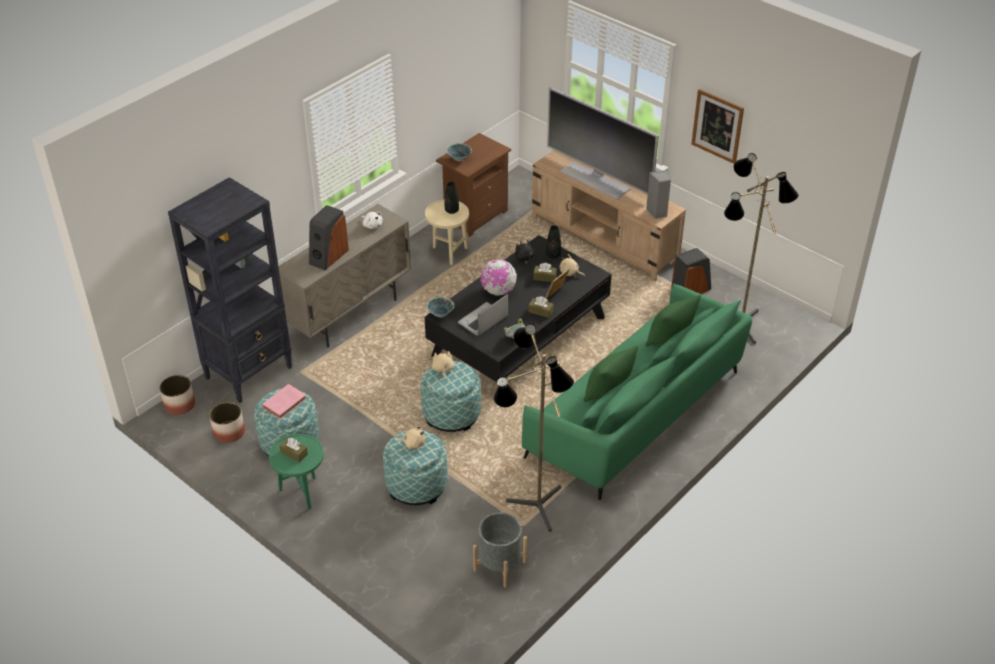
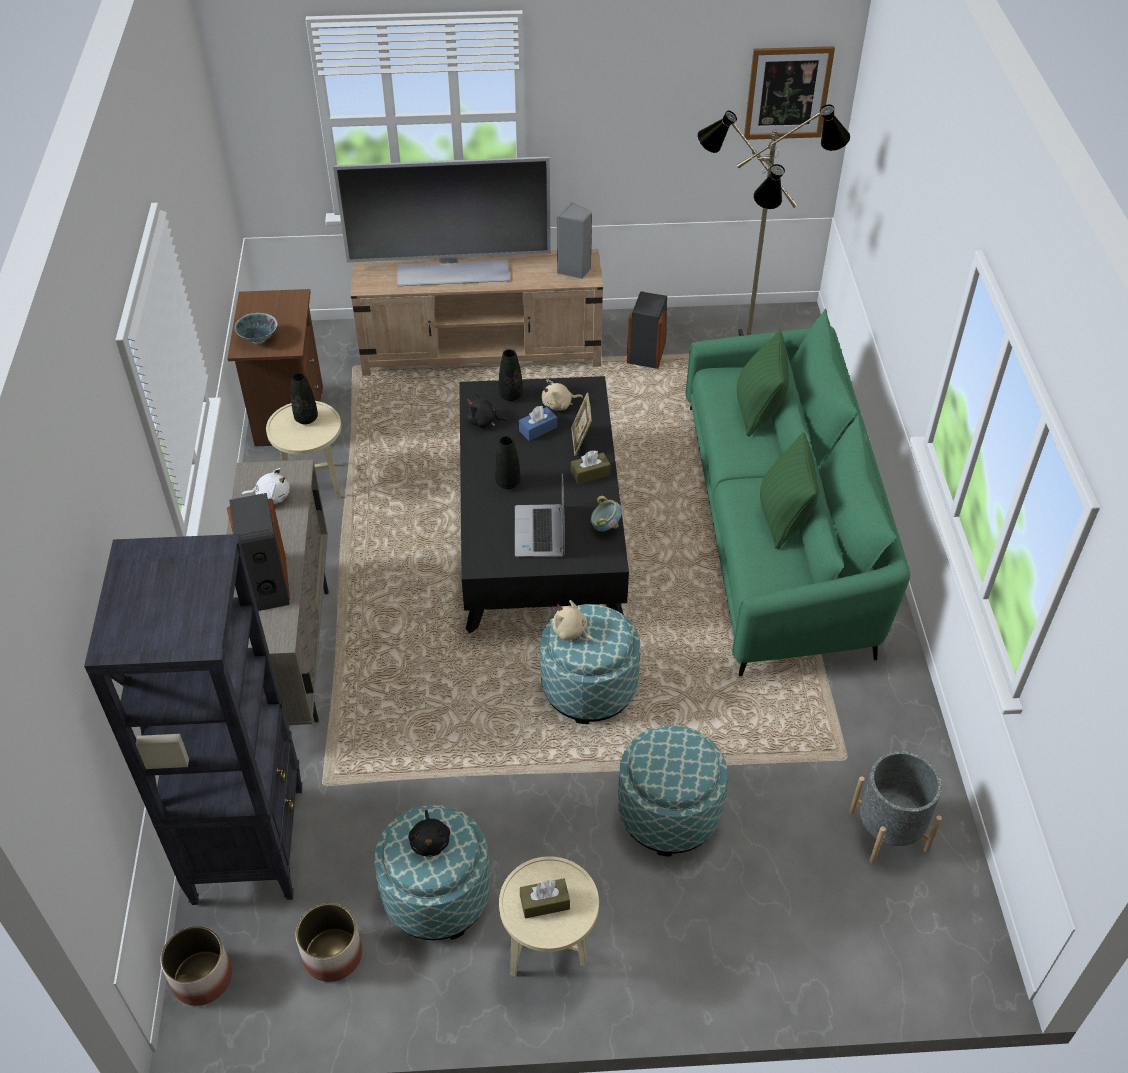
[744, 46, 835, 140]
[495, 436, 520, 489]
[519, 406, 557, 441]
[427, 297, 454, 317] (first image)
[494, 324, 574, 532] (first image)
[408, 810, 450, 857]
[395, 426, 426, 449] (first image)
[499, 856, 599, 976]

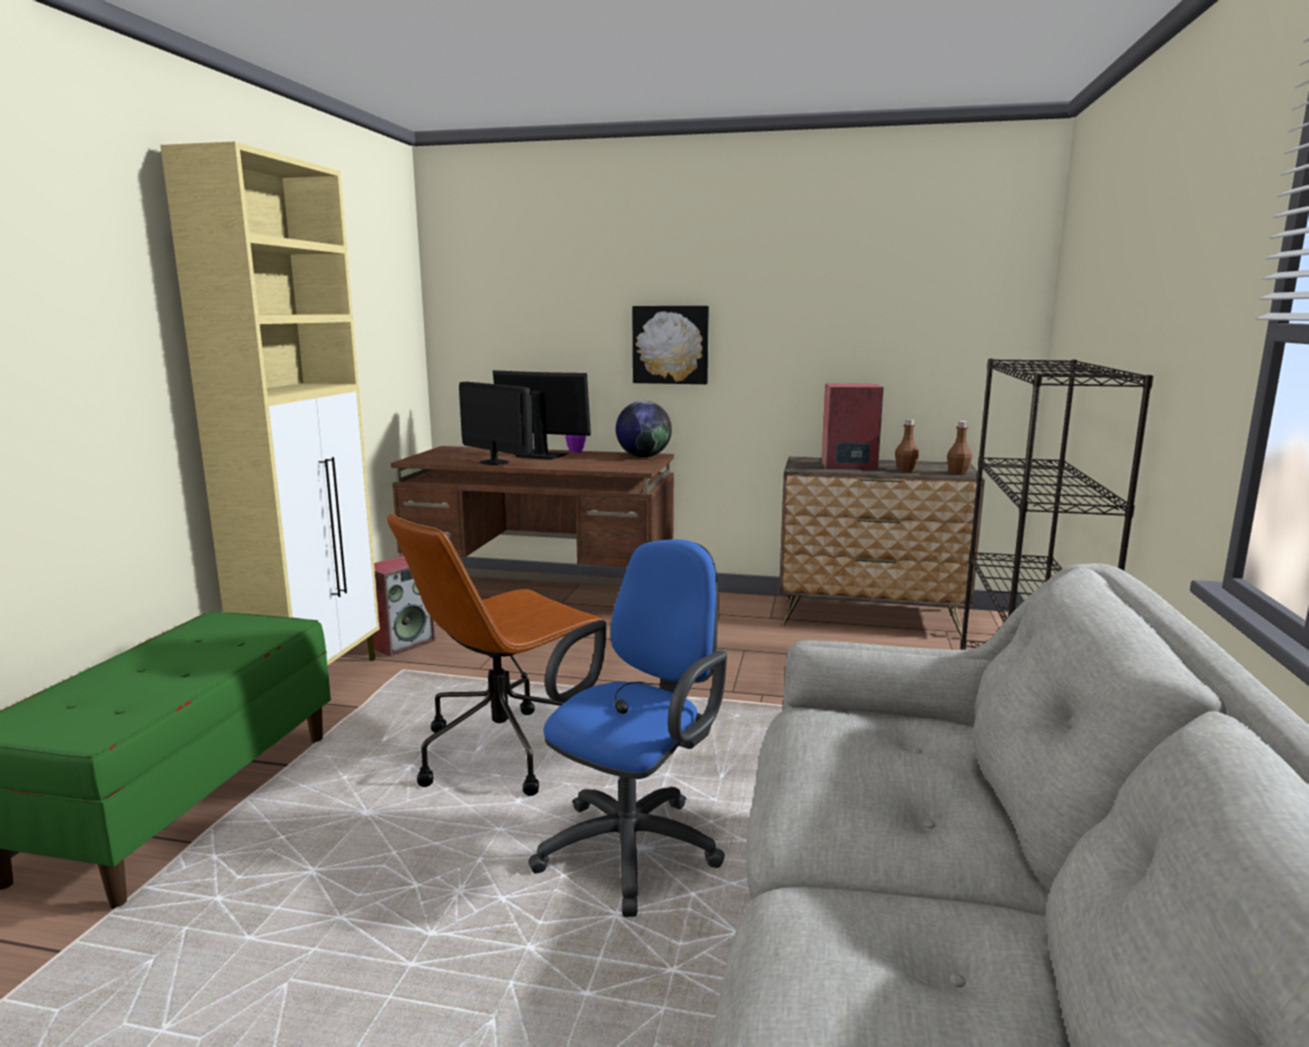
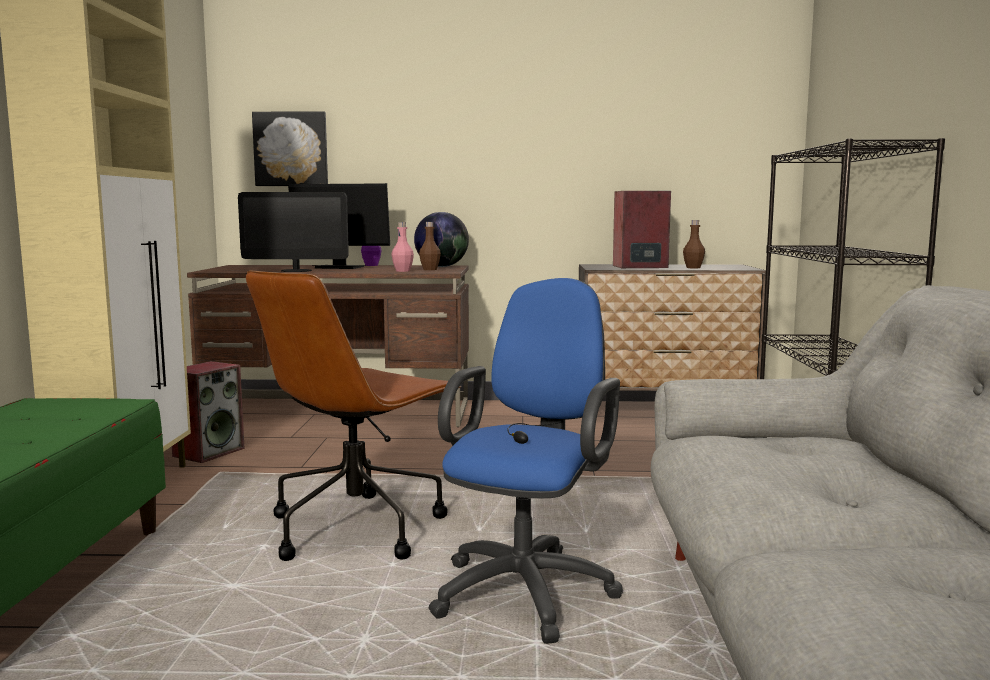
[252, 111, 328, 186]
[238, 192, 349, 272]
[419, 222, 441, 270]
[391, 222, 414, 272]

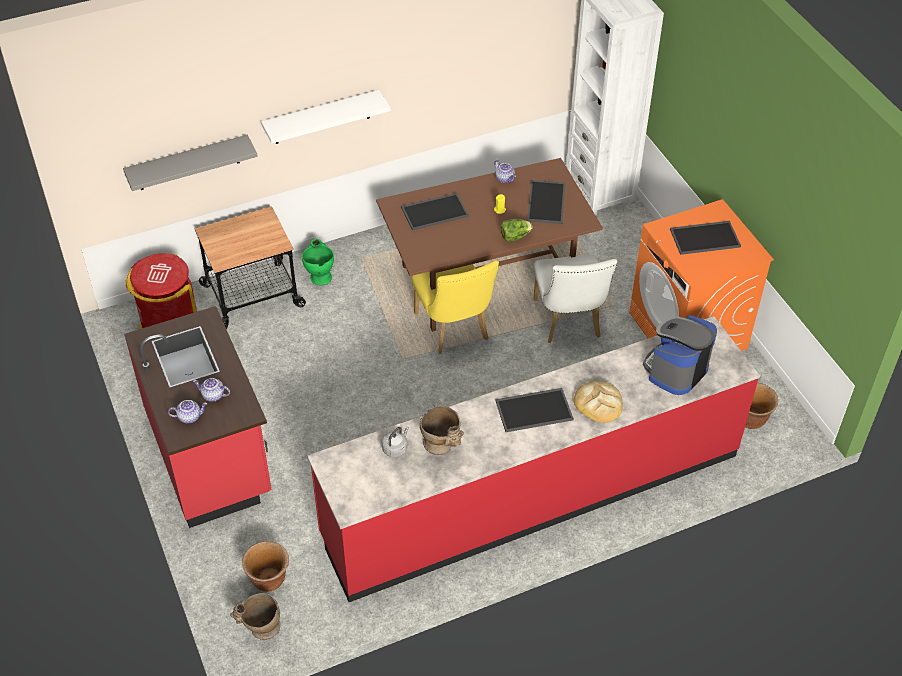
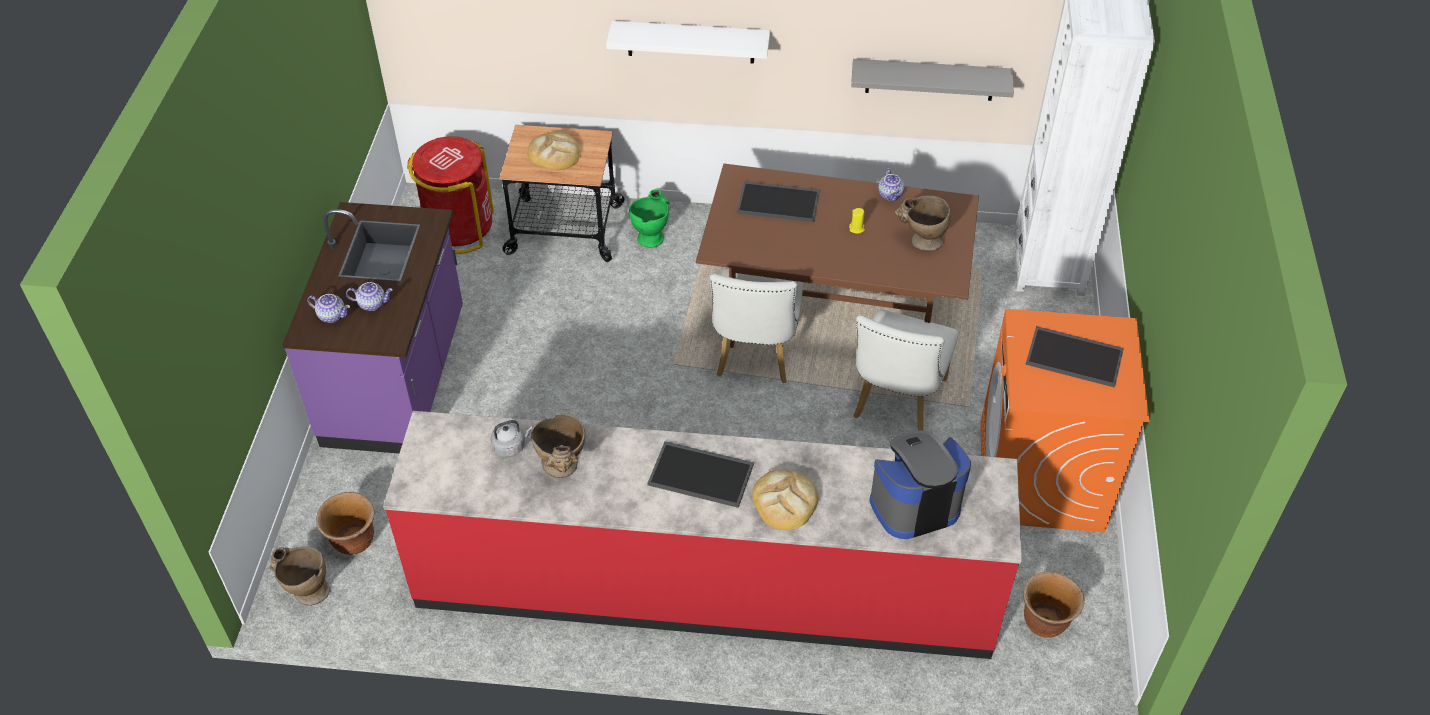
[851, 59, 1014, 101]
[894, 196, 951, 251]
[501, 219, 533, 242] (first image)
[710, 268, 803, 383]
[282, 202, 463, 454]
[346, 282, 393, 311]
[527, 132, 580, 170]

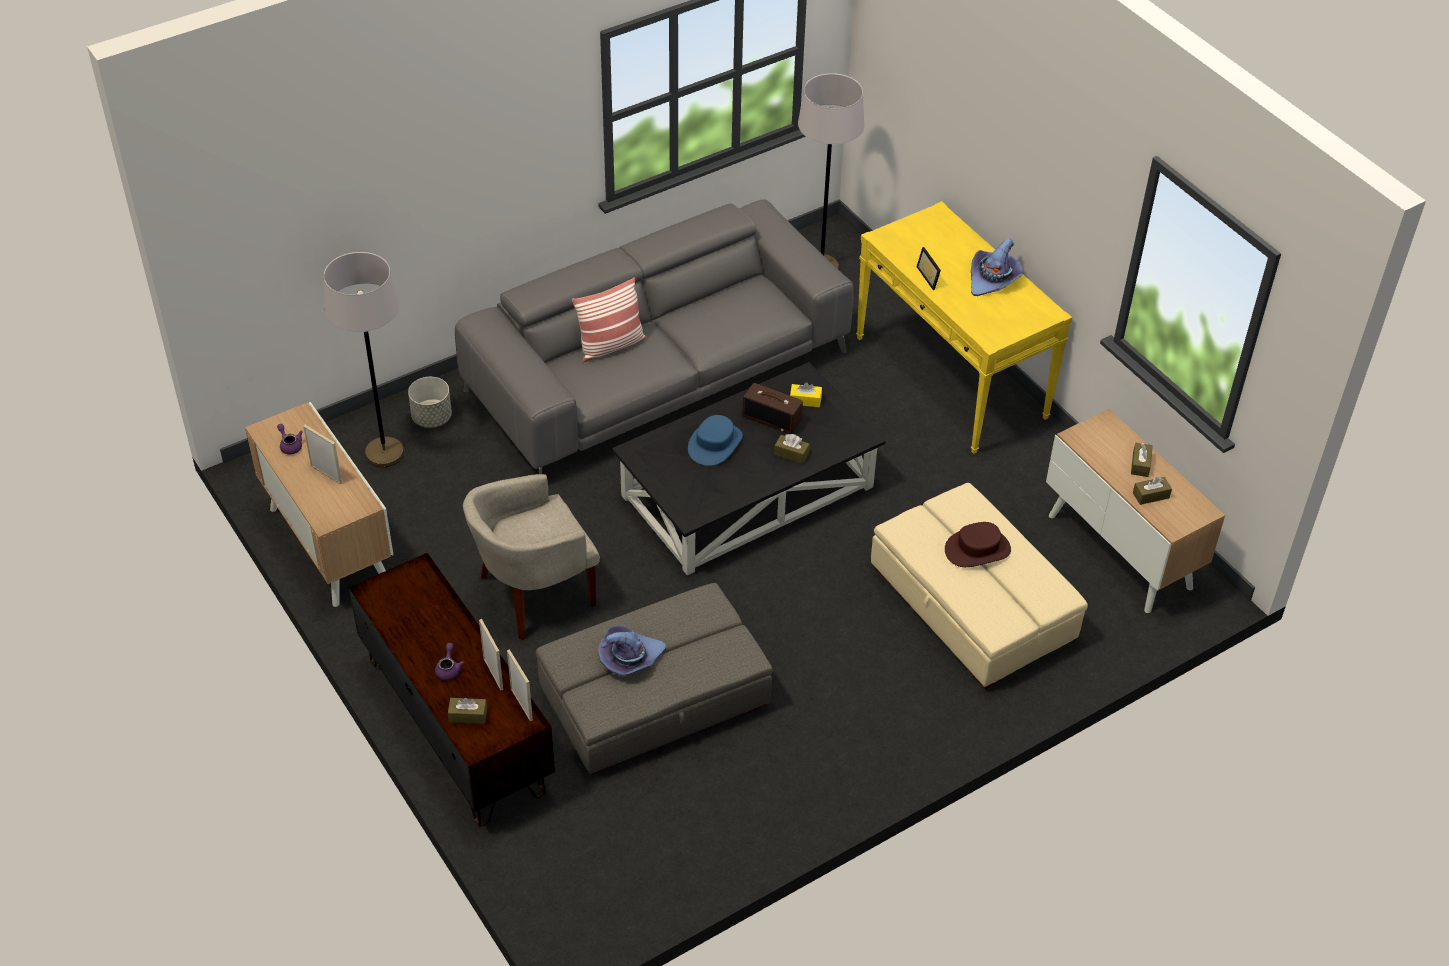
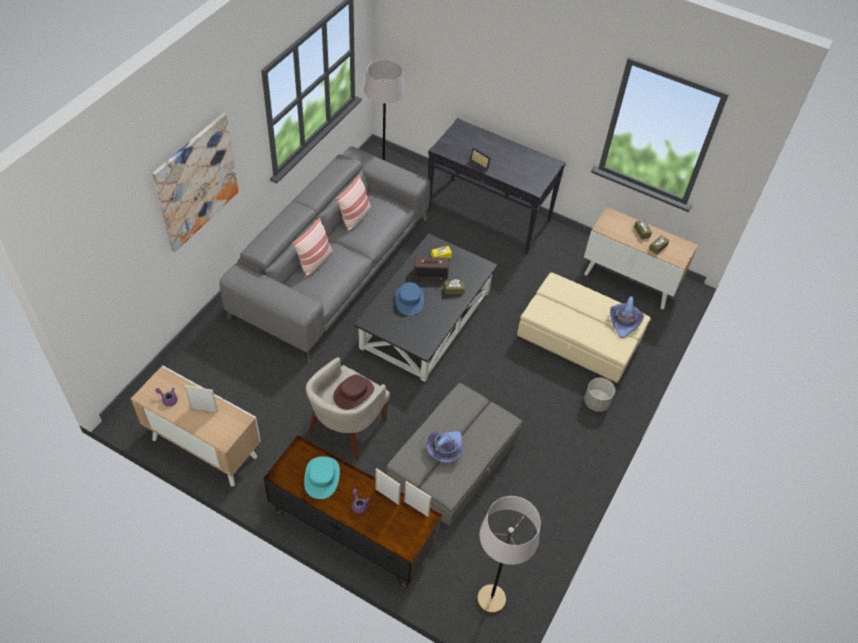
[428, 118, 566, 254]
[610, 296, 644, 338]
[477, 496, 541, 614]
[584, 378, 615, 412]
[333, 374, 374, 410]
[448, 698, 487, 724] (first image)
[152, 113, 239, 252]
[336, 174, 371, 232]
[304, 456, 340, 499]

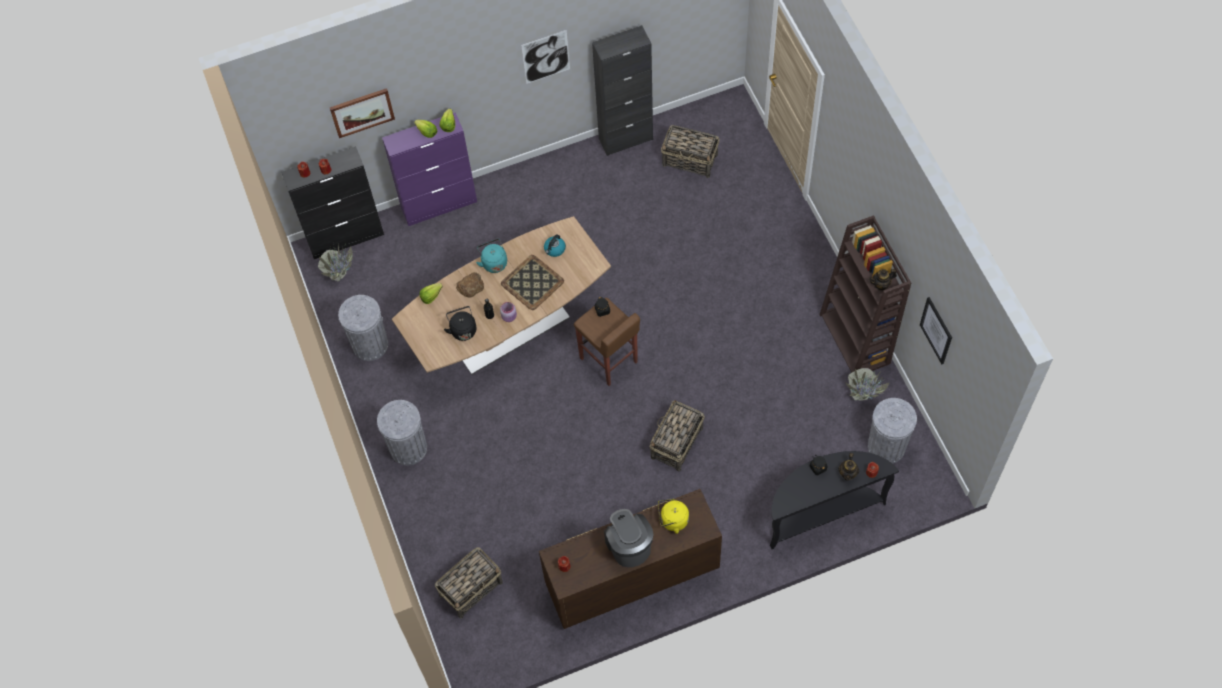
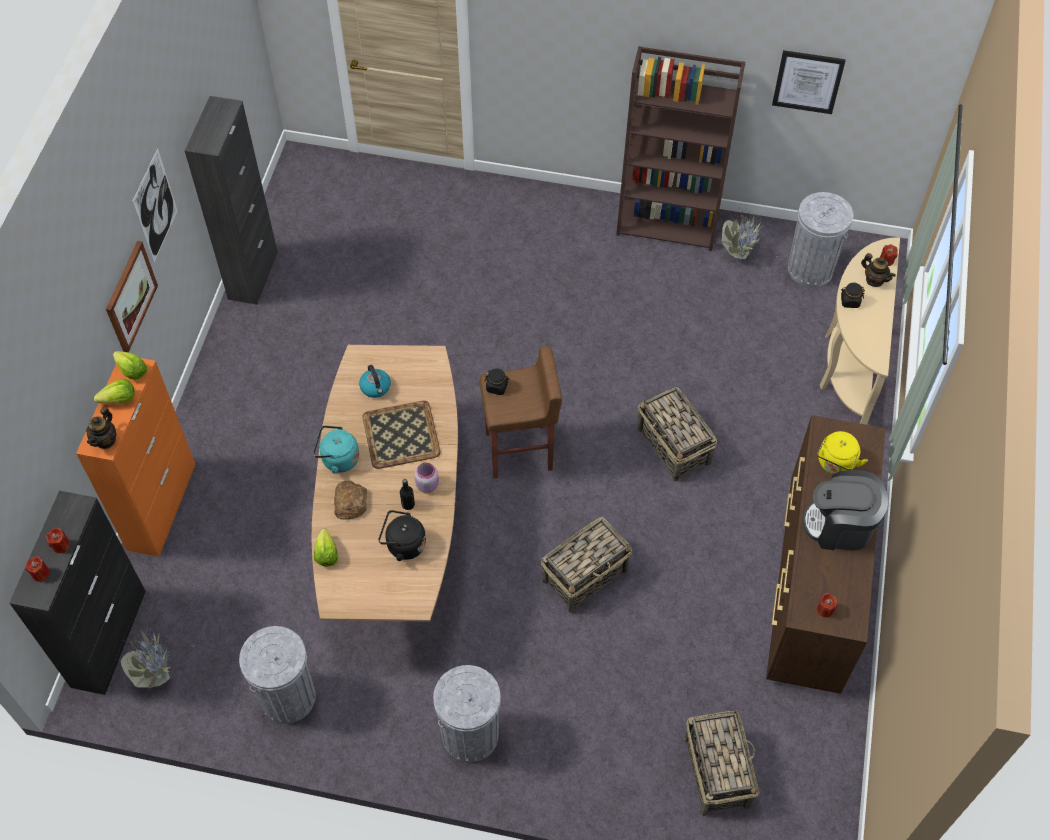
[106, 241, 158, 352]
[76, 358, 195, 557]
[541, 517, 632, 613]
[86, 407, 117, 449]
[820, 237, 900, 425]

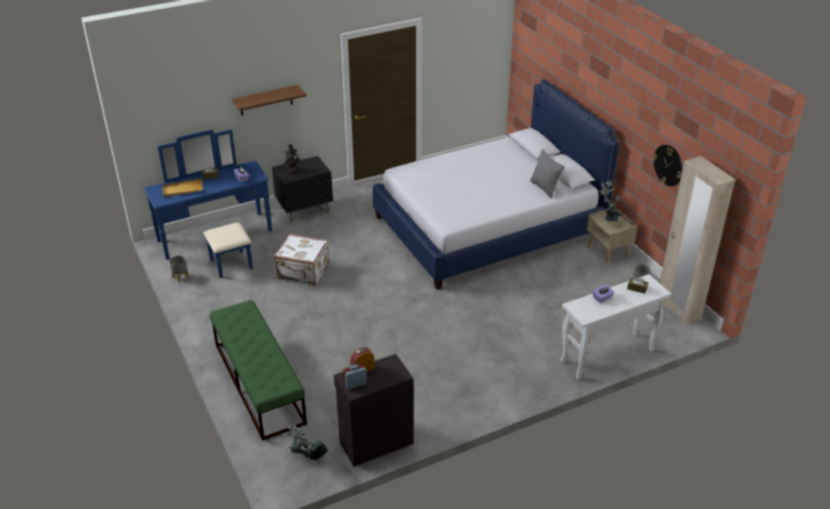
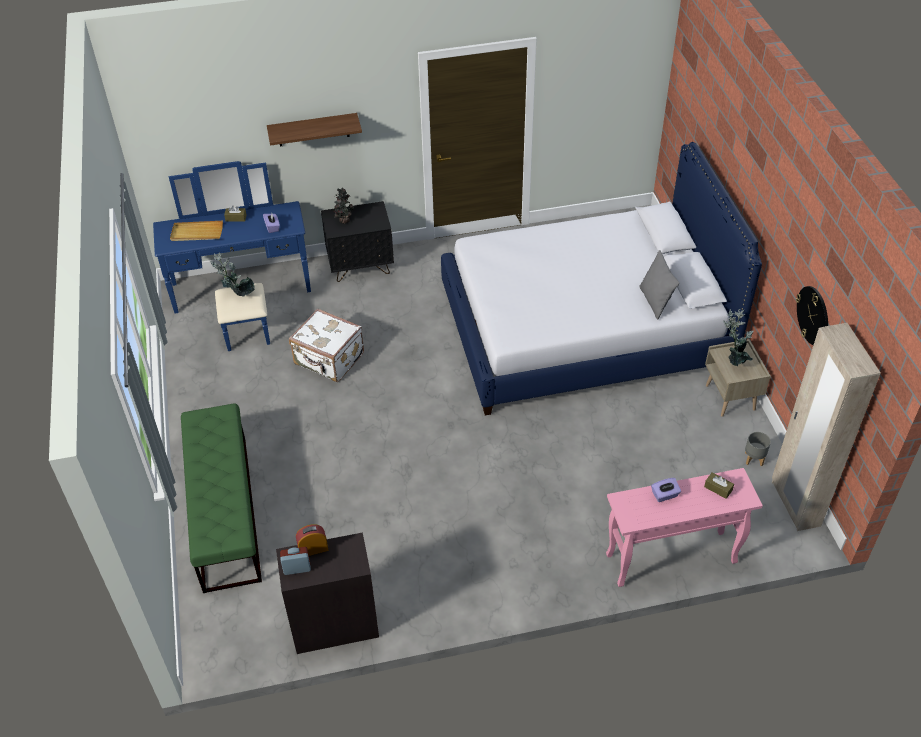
[169, 255, 189, 282] (first image)
[606, 468, 763, 587]
[210, 253, 255, 297]

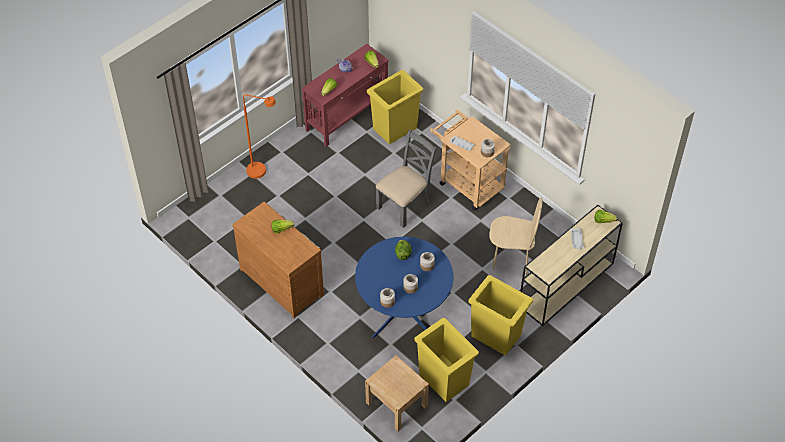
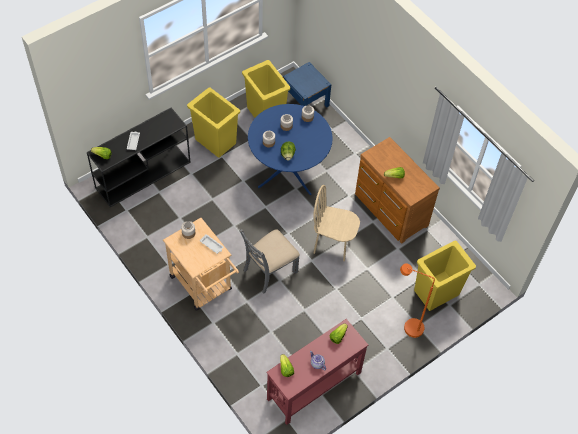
[414, 241, 476, 311]
[313, 185, 360, 261]
[87, 108, 191, 207]
[283, 62, 331, 108]

